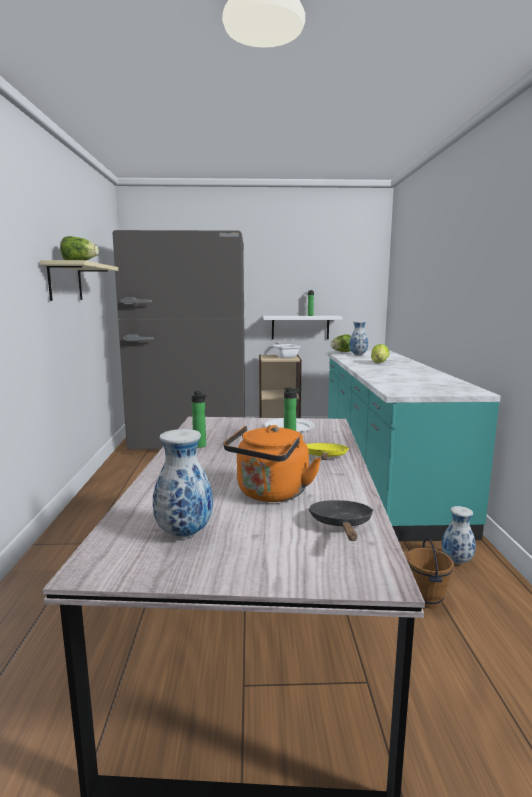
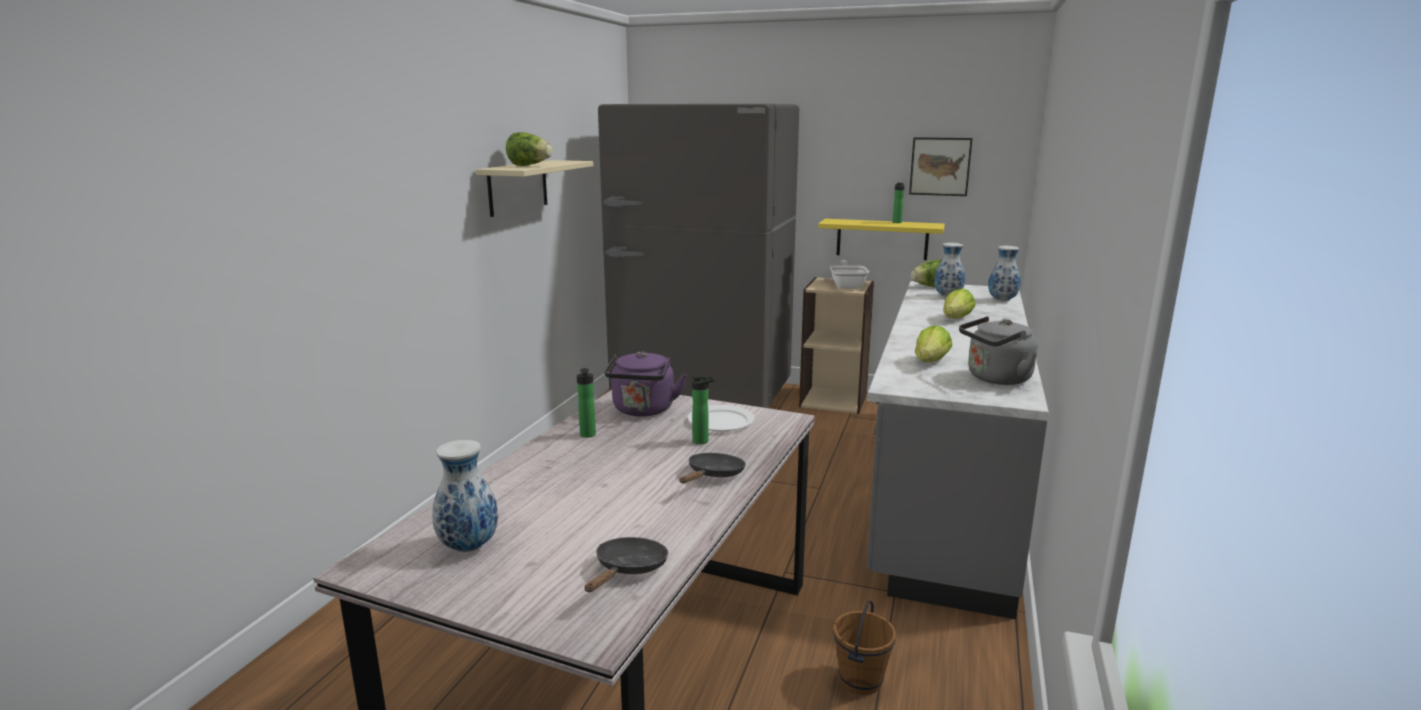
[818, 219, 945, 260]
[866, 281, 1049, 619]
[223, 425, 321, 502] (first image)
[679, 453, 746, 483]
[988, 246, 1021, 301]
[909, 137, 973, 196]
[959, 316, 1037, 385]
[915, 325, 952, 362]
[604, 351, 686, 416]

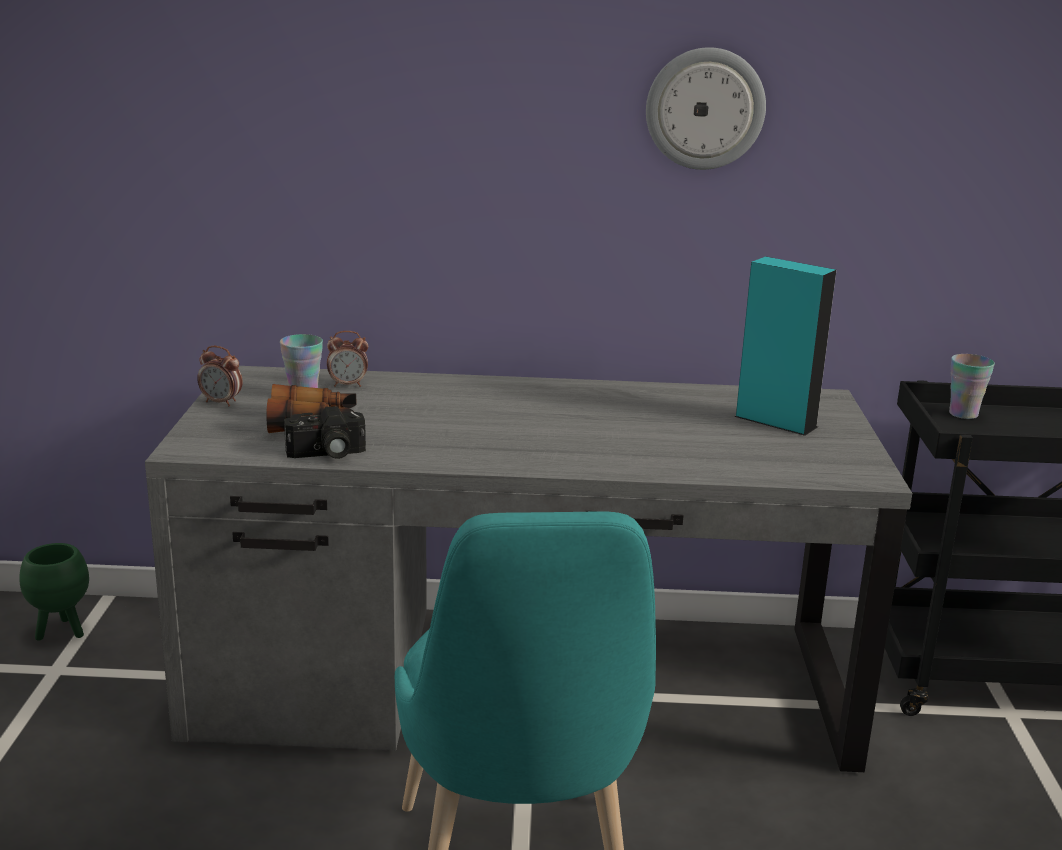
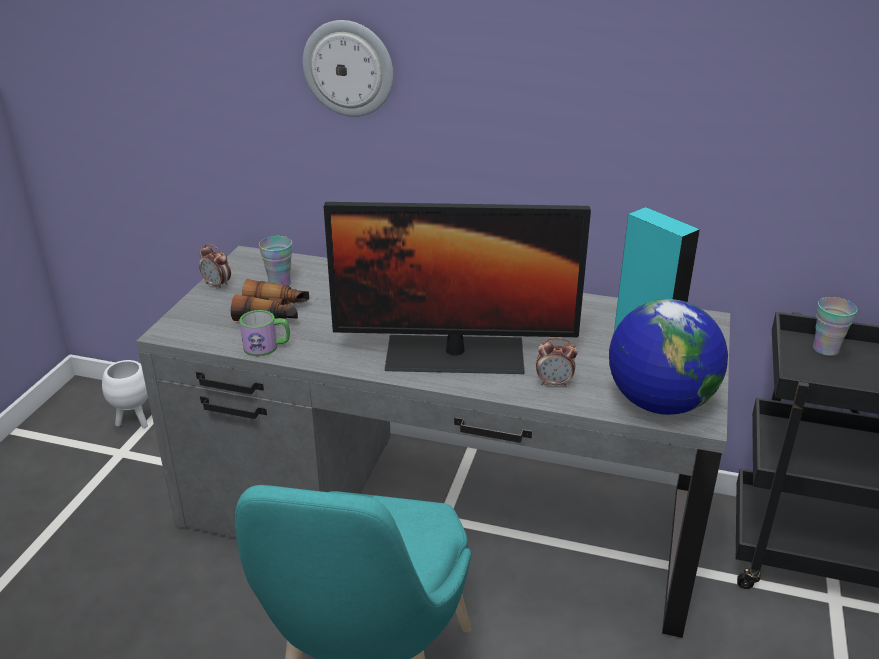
[303, 20, 394, 117]
[536, 338, 577, 387]
[240, 310, 290, 356]
[102, 360, 148, 428]
[324, 202, 591, 374]
[609, 299, 728, 415]

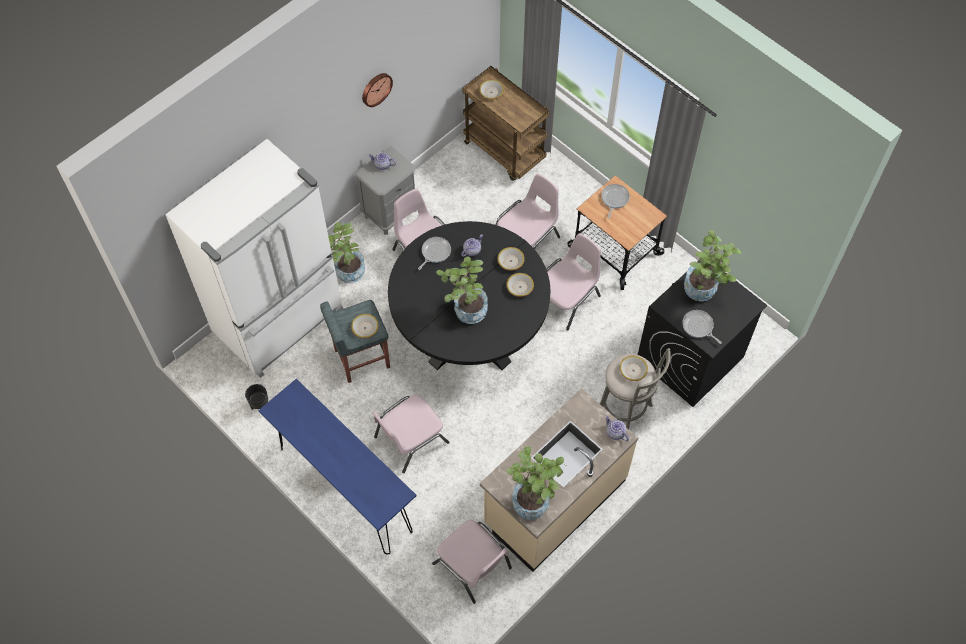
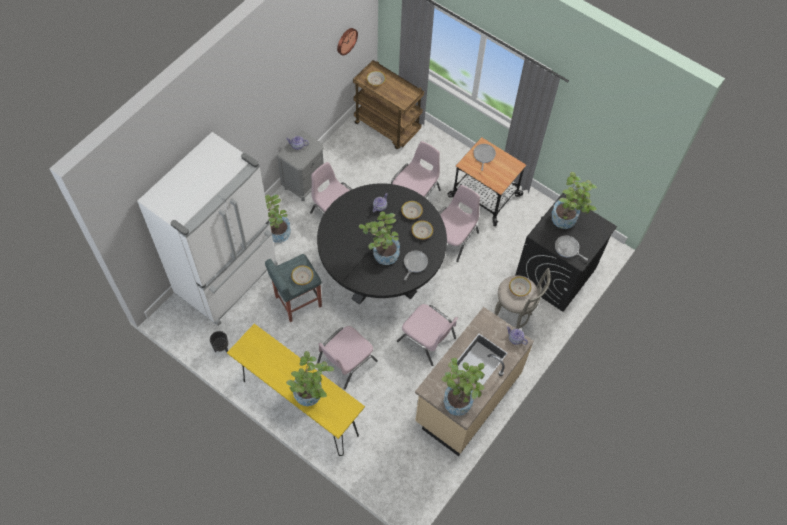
[337, 28, 358, 55]
[404, 251, 428, 280]
[227, 324, 365, 456]
[397, 304, 458, 366]
[286, 351, 334, 406]

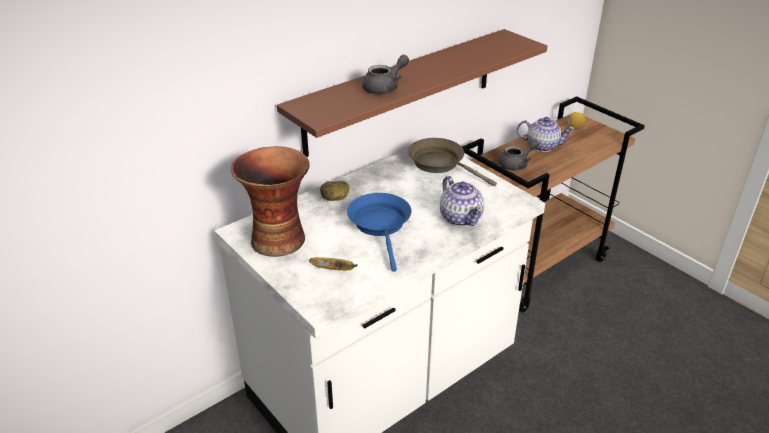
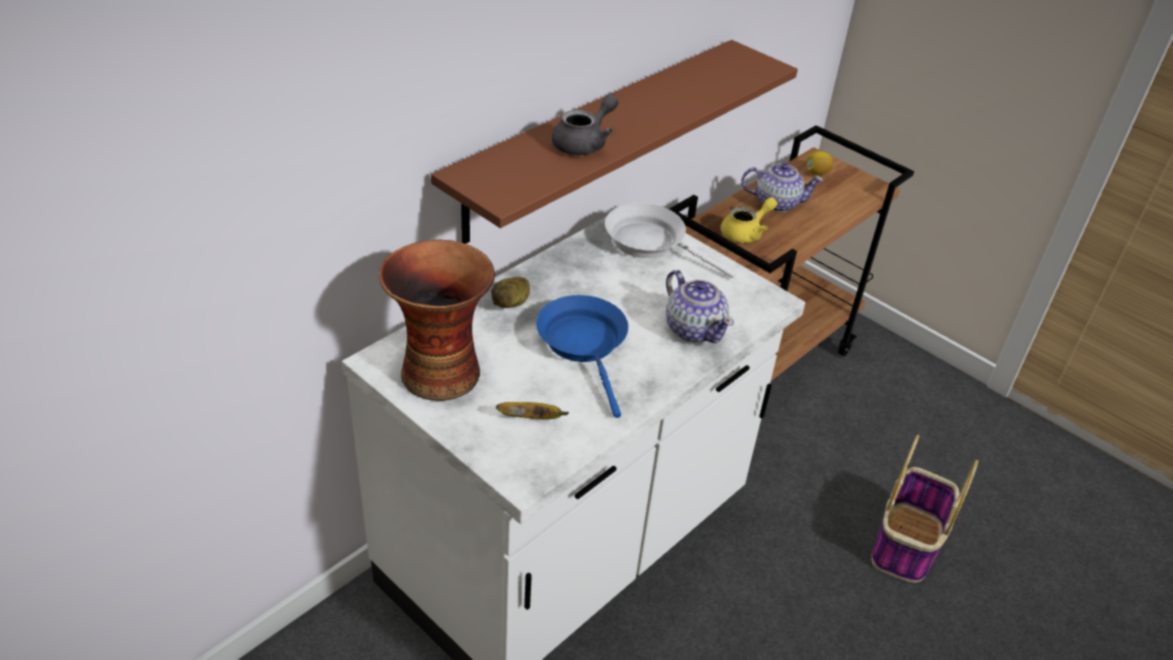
[605, 203, 736, 278]
[721, 197, 777, 243]
[871, 434, 978, 583]

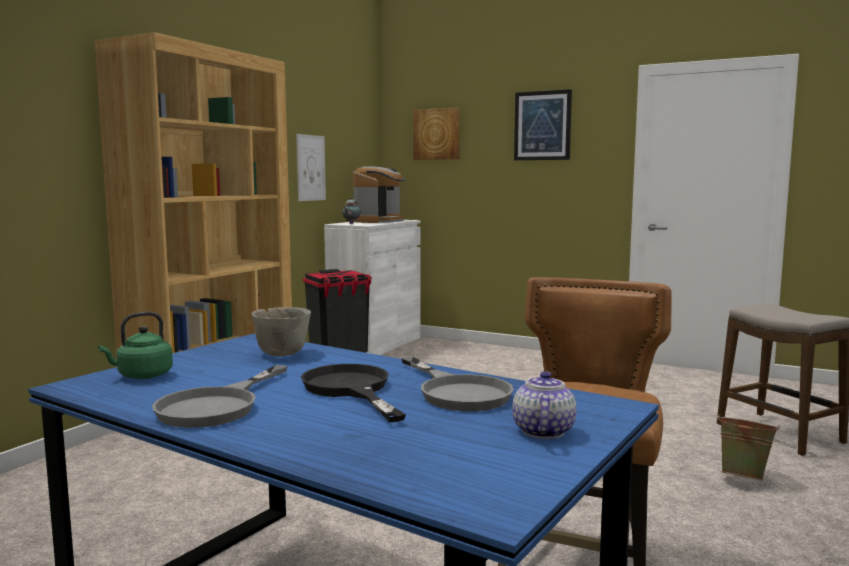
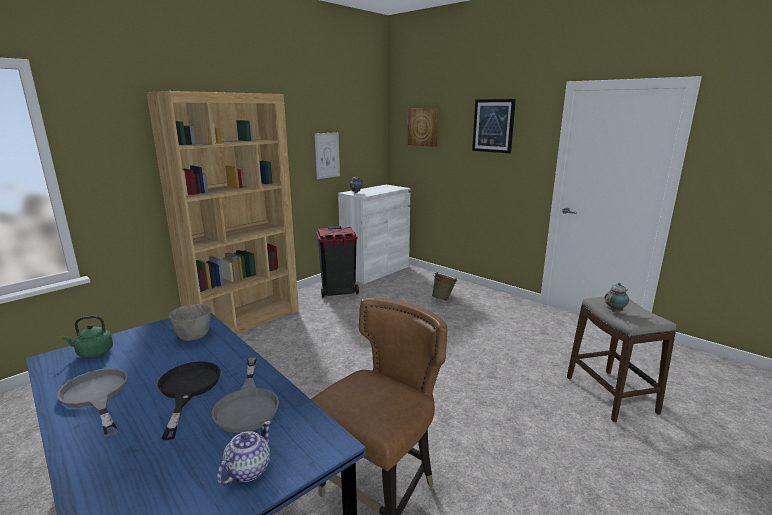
[353, 166, 406, 223] (first image)
[57, 368, 128, 437]
[432, 272, 457, 301]
[605, 283, 629, 312]

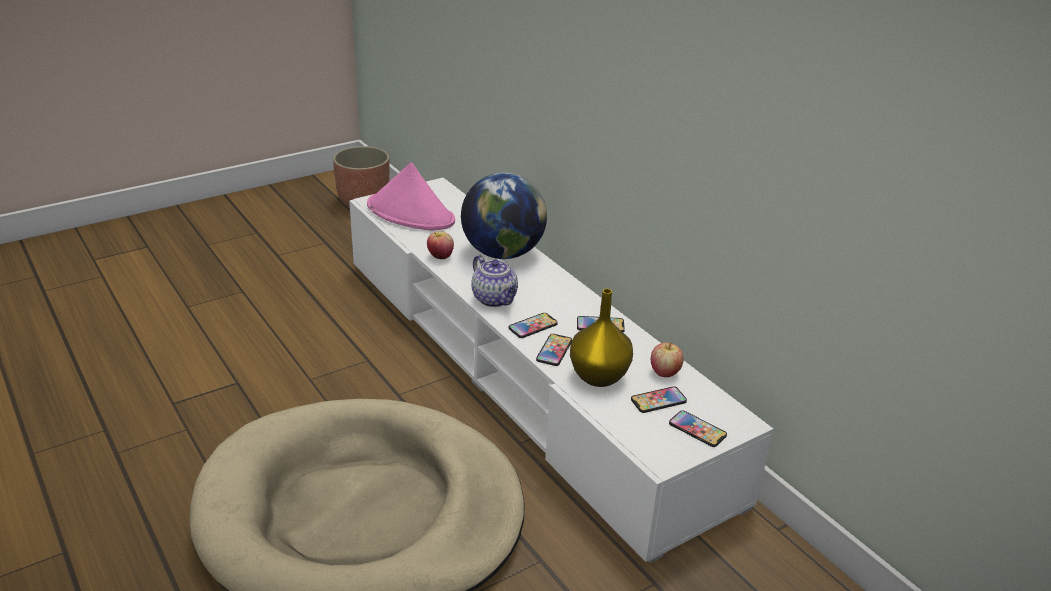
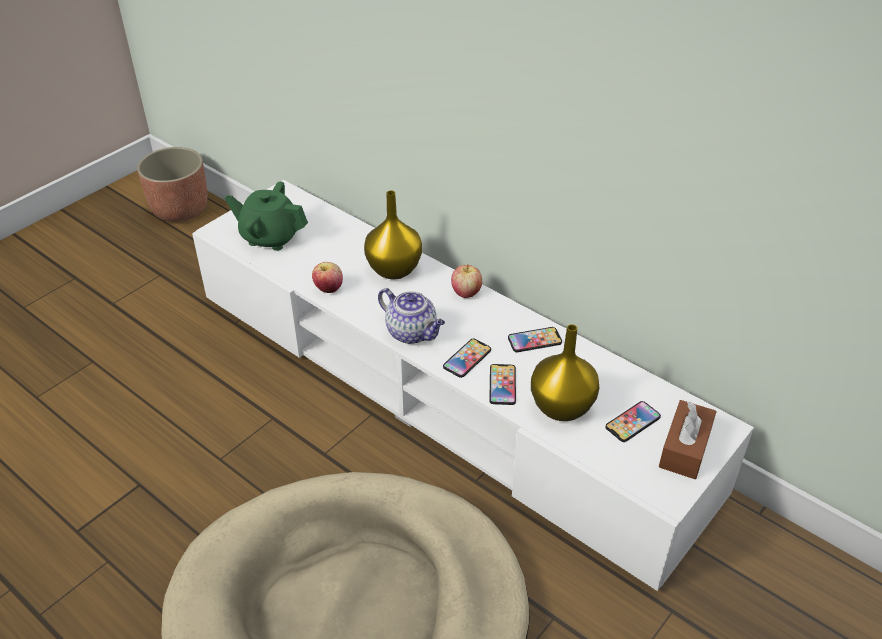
[225, 181, 308, 251]
[364, 191, 422, 280]
[451, 264, 482, 298]
[659, 400, 717, 479]

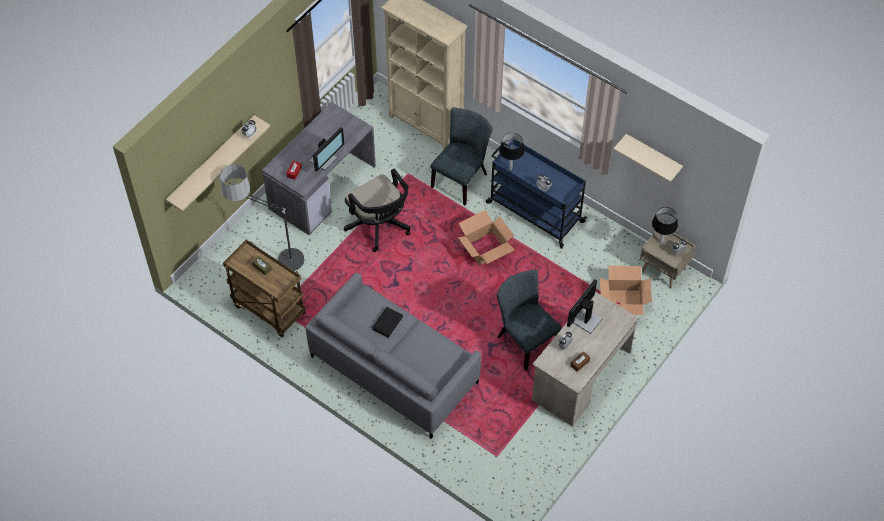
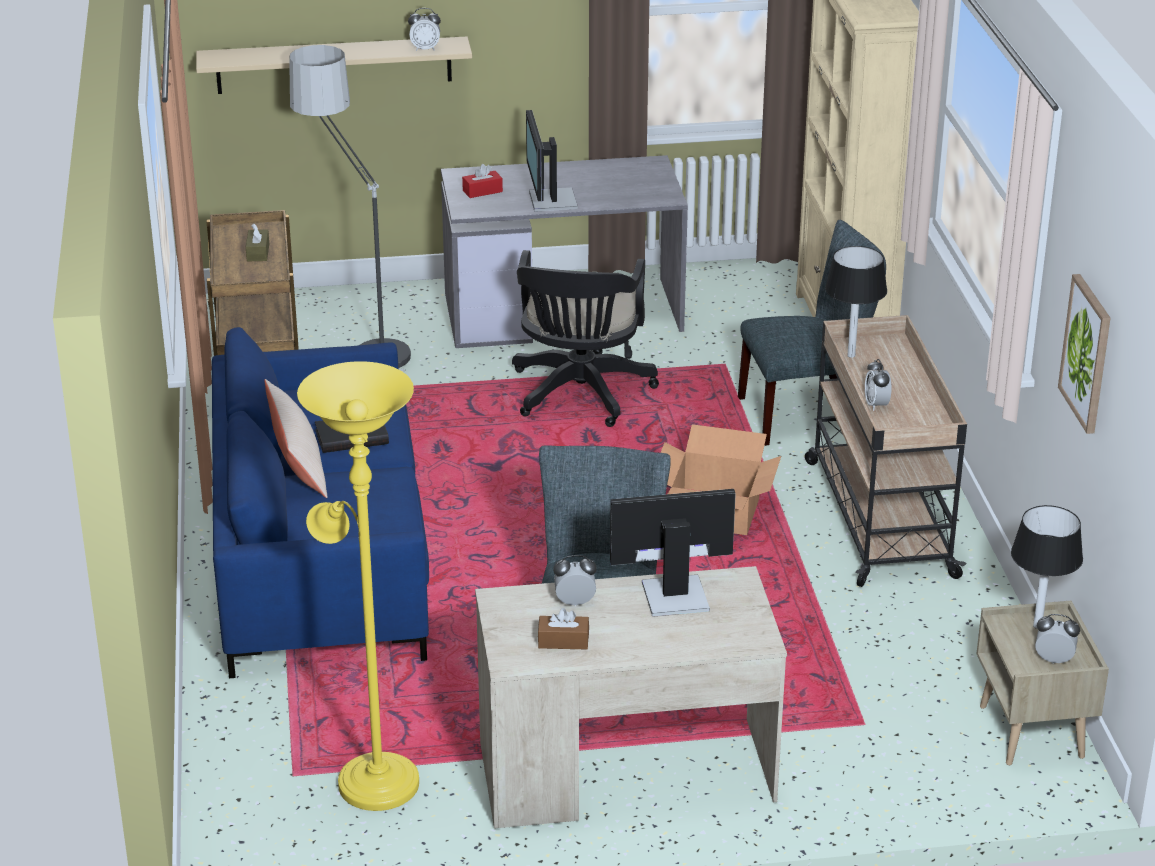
[526, 110, 578, 212]
[1058, 274, 1111, 434]
[805, 315, 967, 587]
[600, 266, 652, 315] (first image)
[212, 327, 429, 678]
[297, 361, 419, 811]
[265, 379, 327, 498]

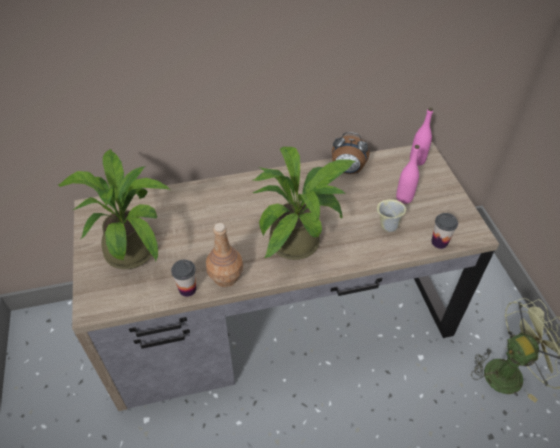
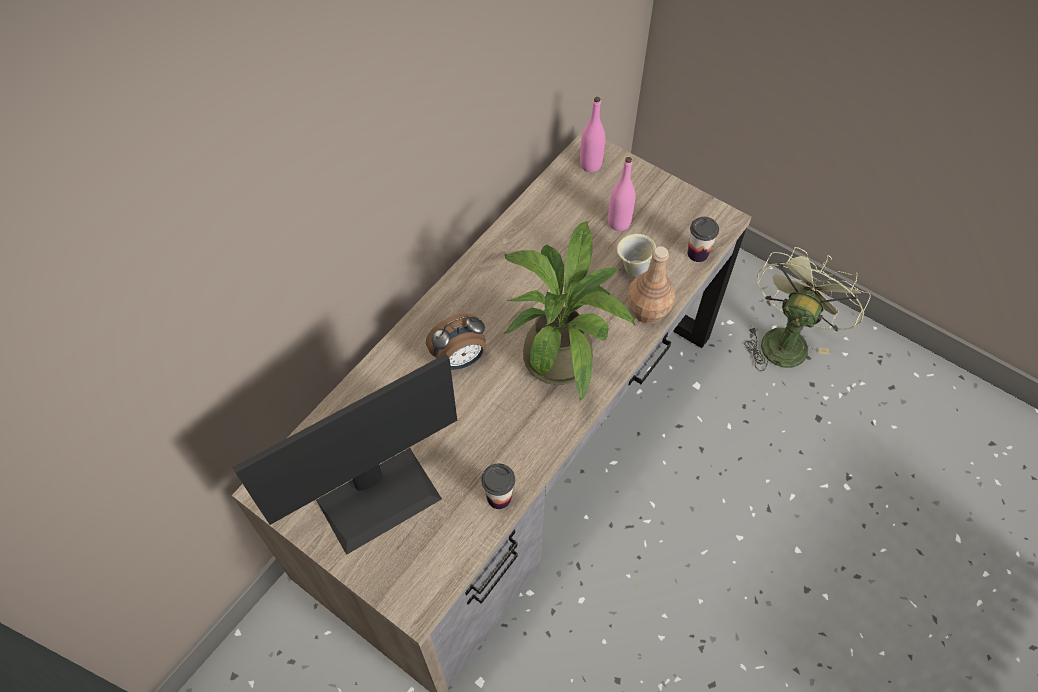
[426, 314, 487, 370]
[233, 354, 457, 555]
[628, 246, 675, 324]

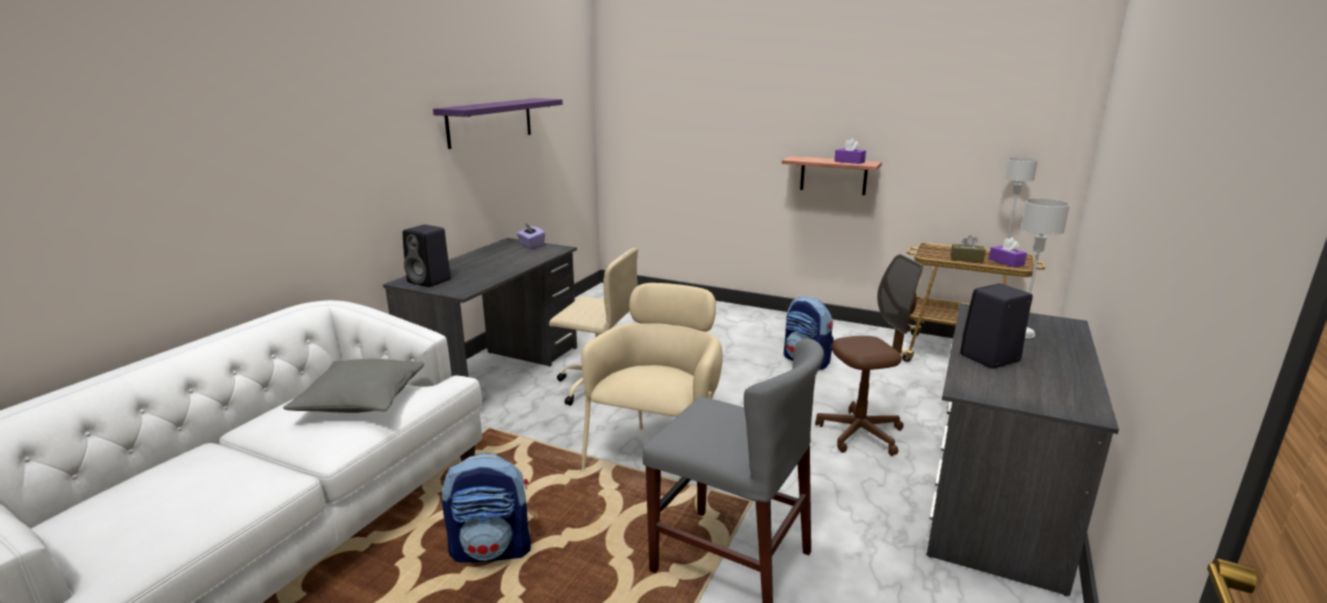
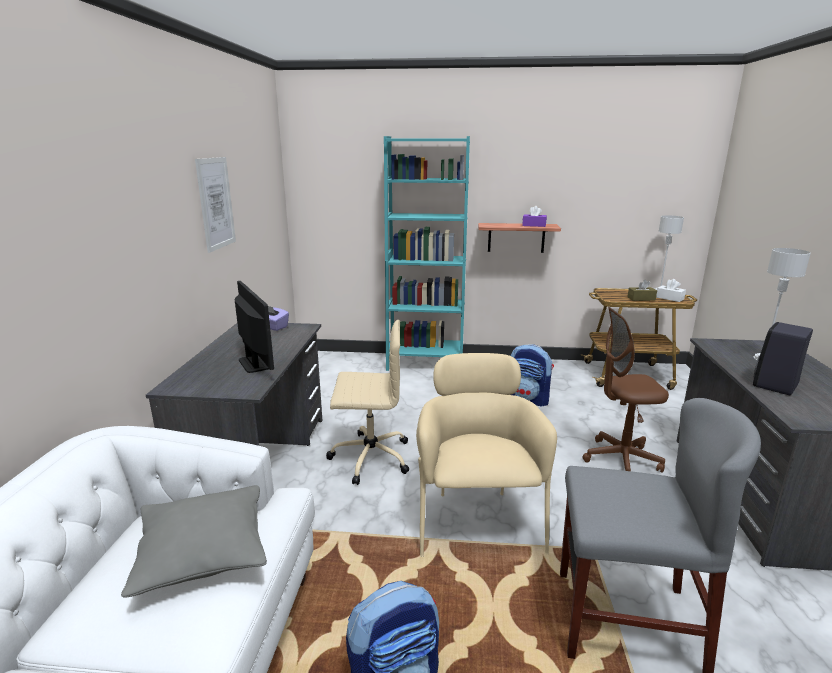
[195, 157, 236, 253]
[402, 225, 451, 287] (first image)
[656, 279, 686, 302]
[583, 307, 669, 473]
[384, 136, 470, 371]
[235, 281, 274, 373]

